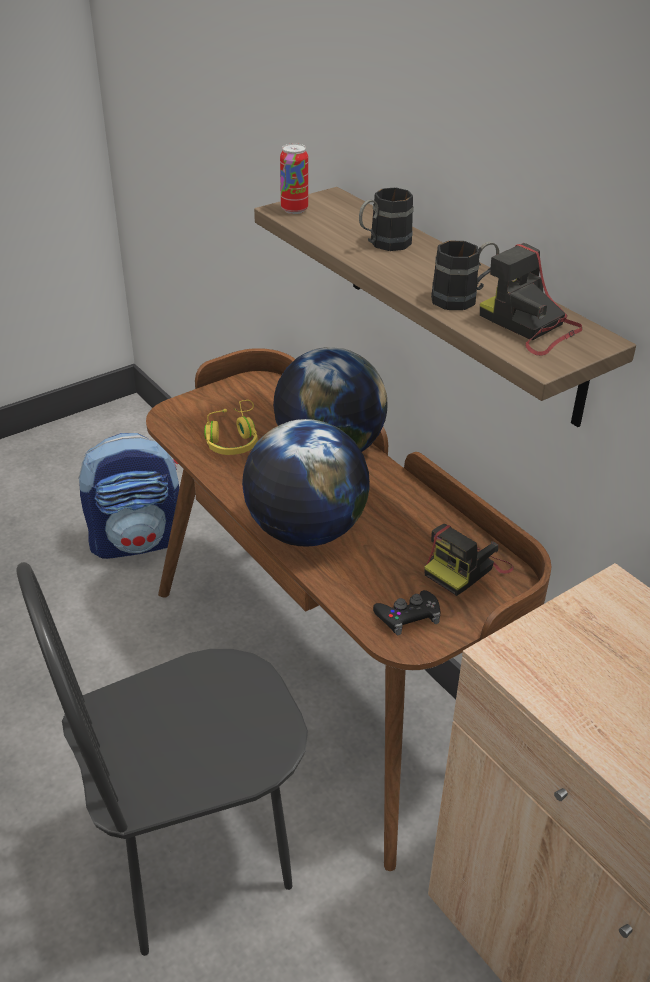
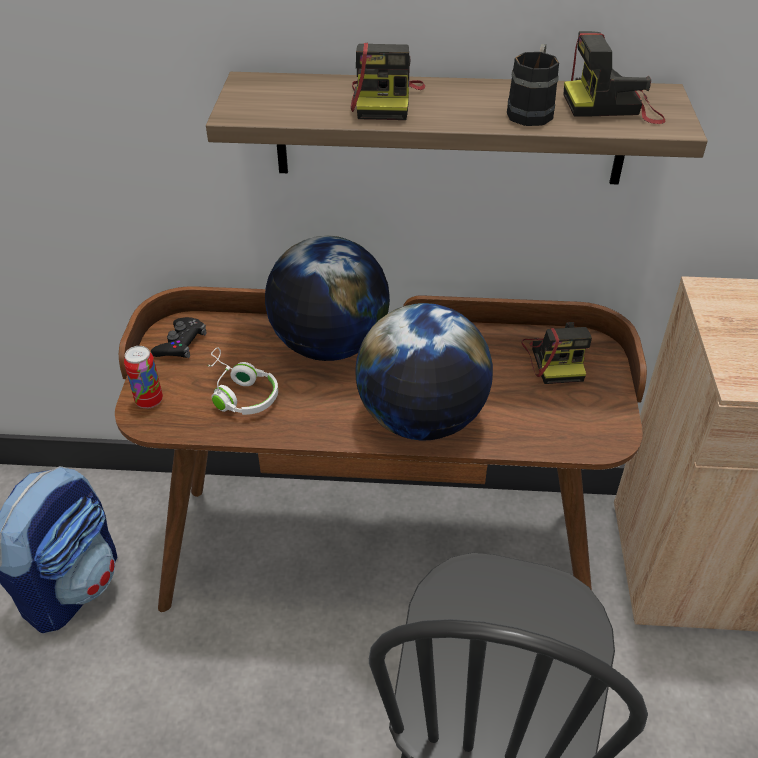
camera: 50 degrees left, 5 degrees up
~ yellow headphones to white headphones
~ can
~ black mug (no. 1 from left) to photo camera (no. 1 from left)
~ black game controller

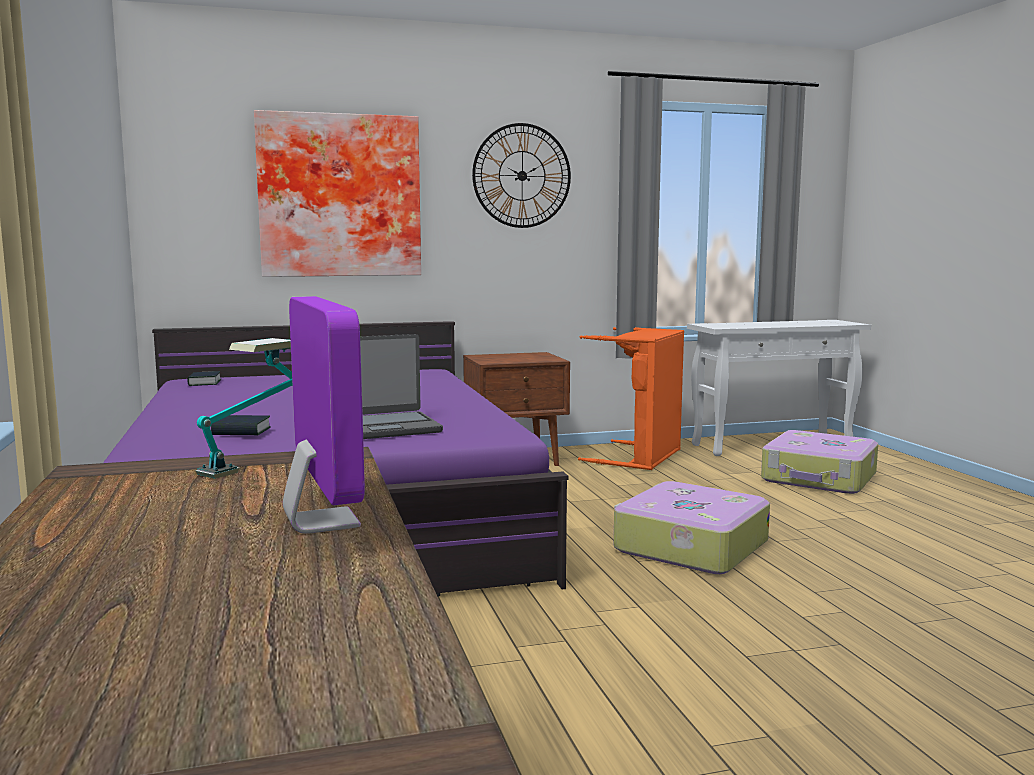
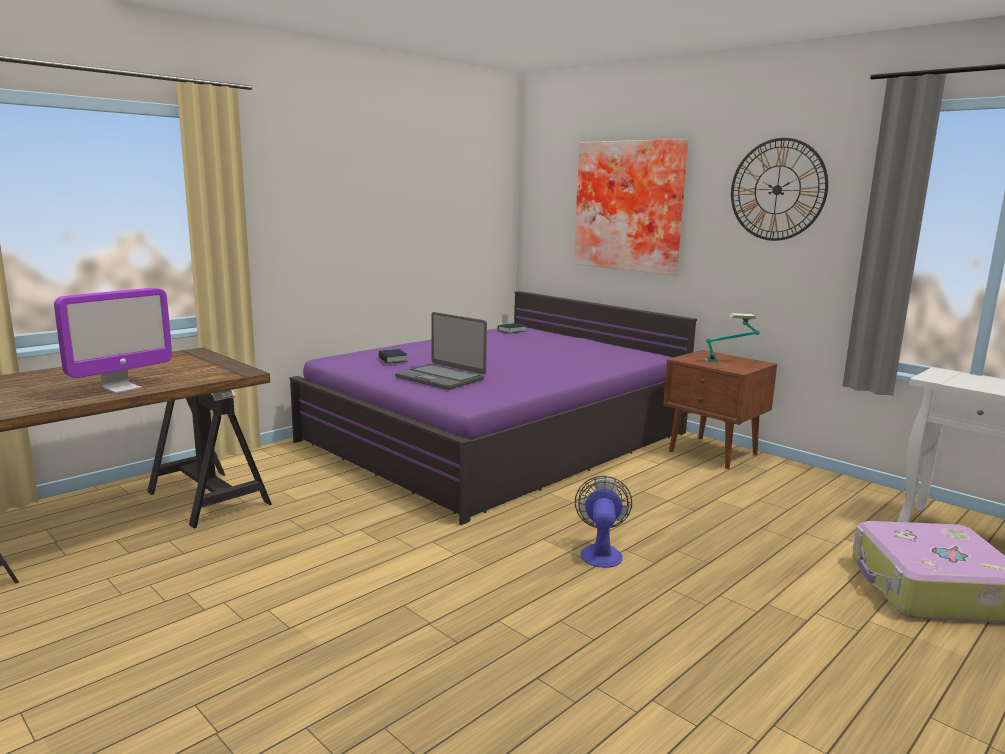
camera: 60 degrees right, 5 degrees up
~ table lamp
- orange laundry basket
~ suitcase (no. 1 from left) to fan

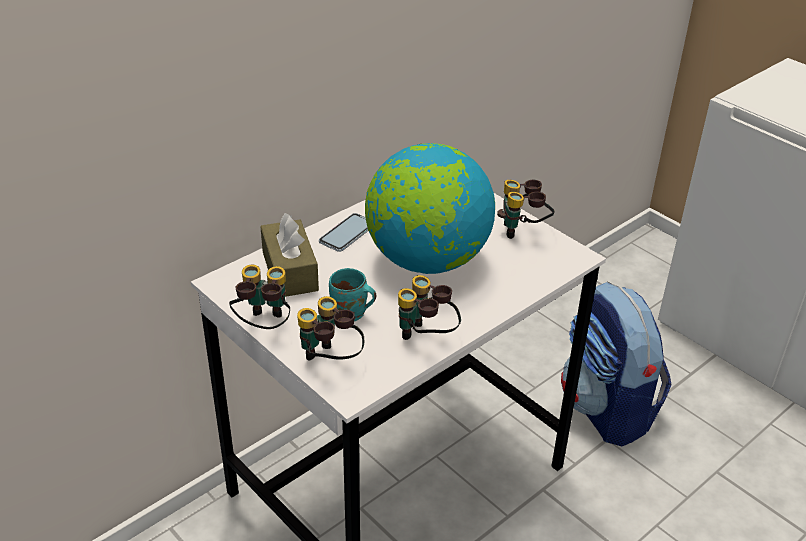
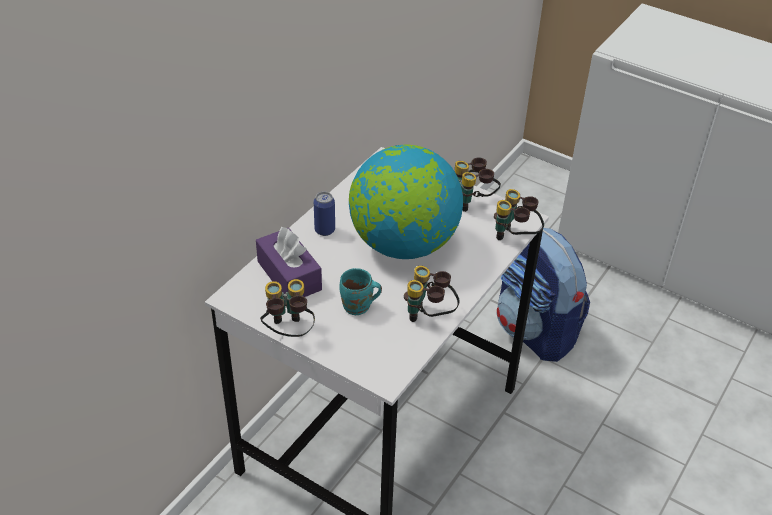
camera: 15 degrees left, 5 degrees up
~ brown tissue box to purple tissue box
~ binoculars (no. 2 from left in the first image) to binoculars (no. 4 from left)
~ phone to can

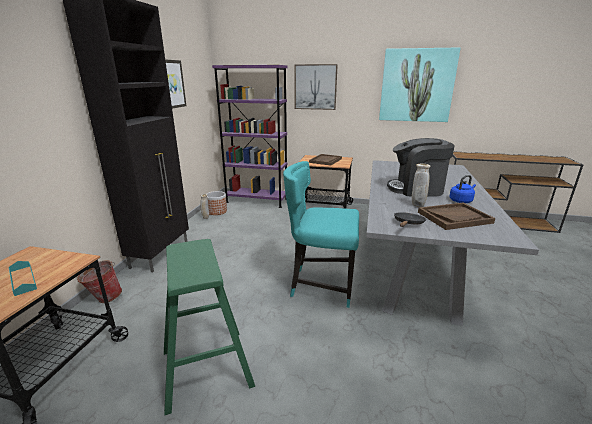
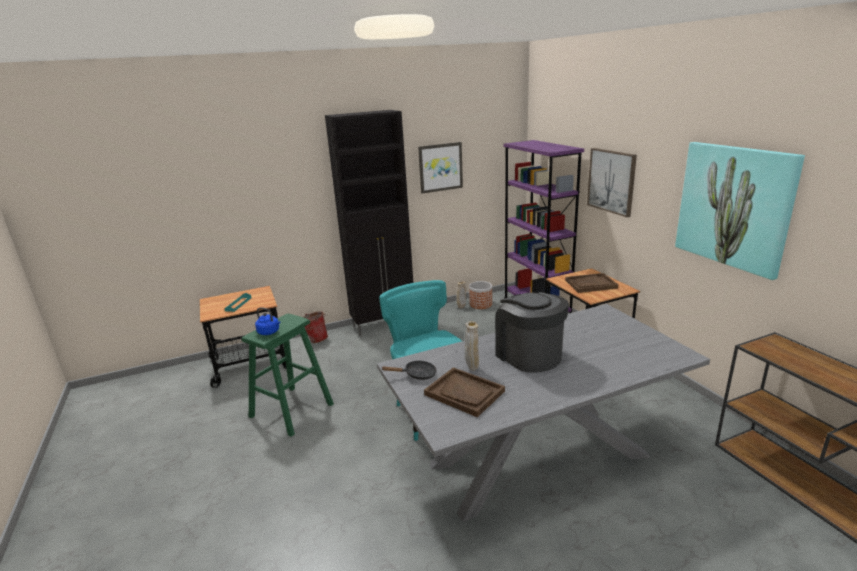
camera: 55 degrees right, 0 degrees up
~ blue kettle

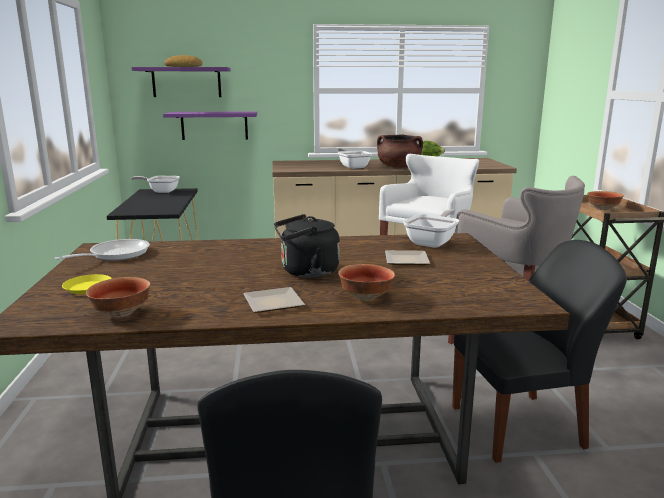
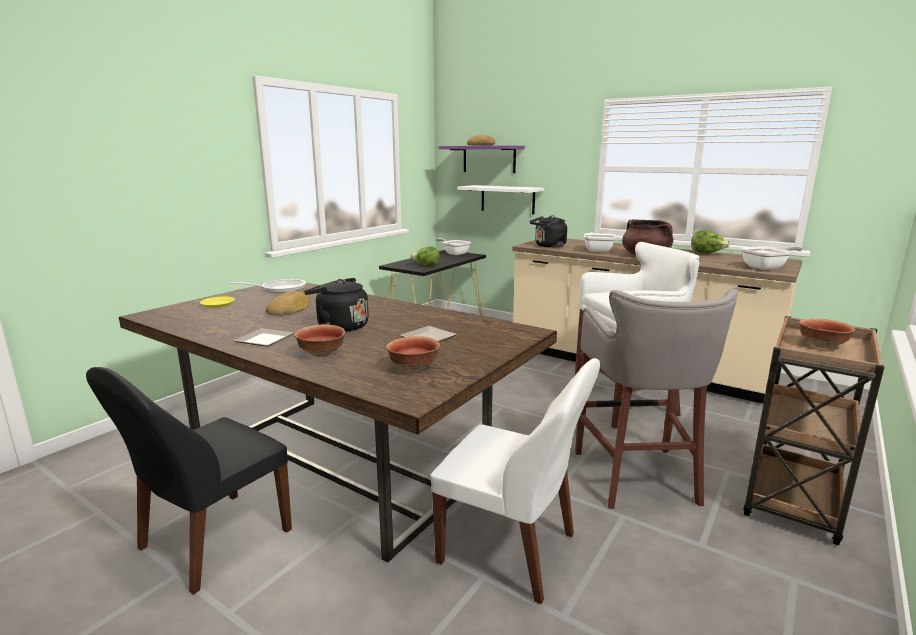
camera: 40 degrees right, 0 degrees up
~ bowl (no. 1 from left in the first image) to bowl (no. 2 from left)
~ purple shelf (no. 2 from left) to white shelf
~ frying pan (no. 4 from left)
~ black chair (no. 2 from left) to white chair
+ bread (no. 1 from left)
+ lettuce (no. 1 from left)
+ black kettle (no. 2 from left)

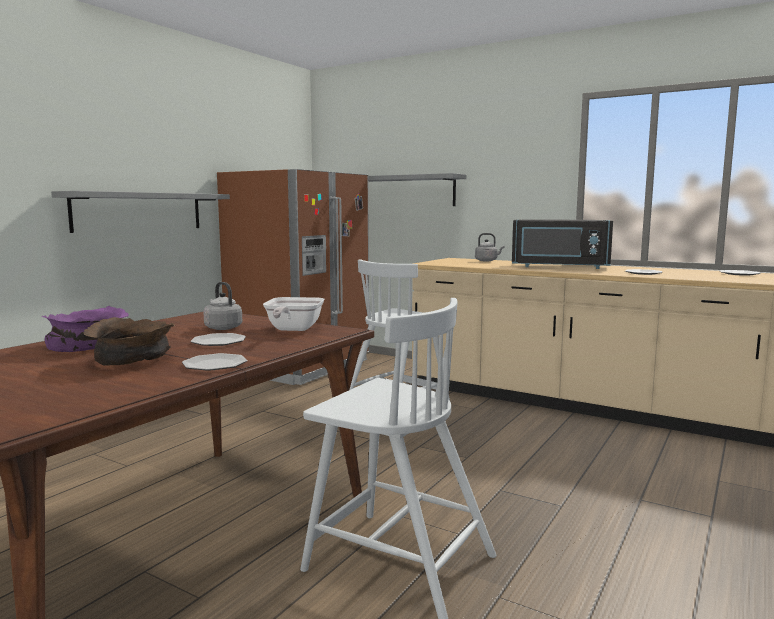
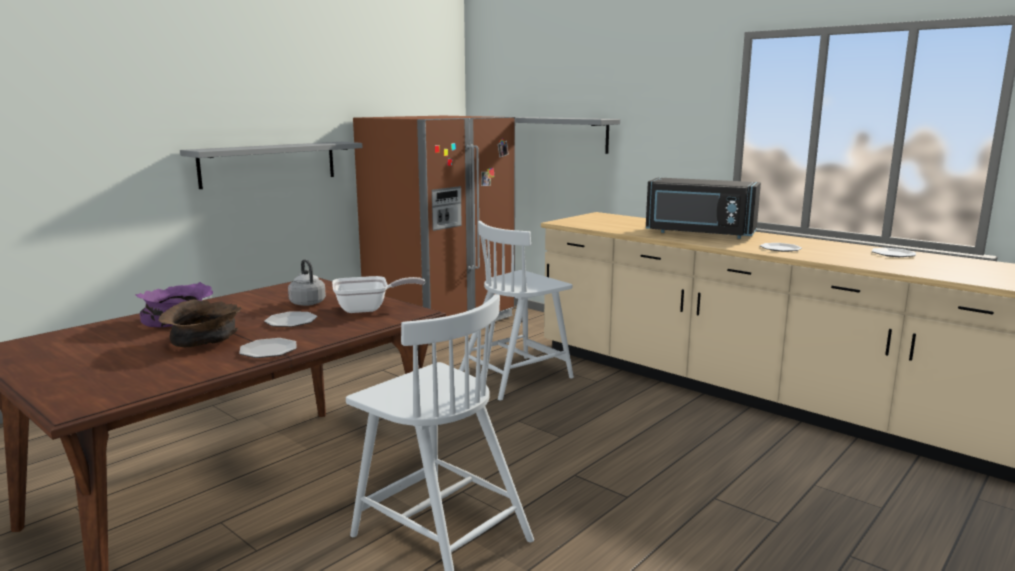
camera: 10 degrees right, 5 degrees up
~ frying pan 120 degrees counterclockwise
- grey kettle (no. 2 from left)

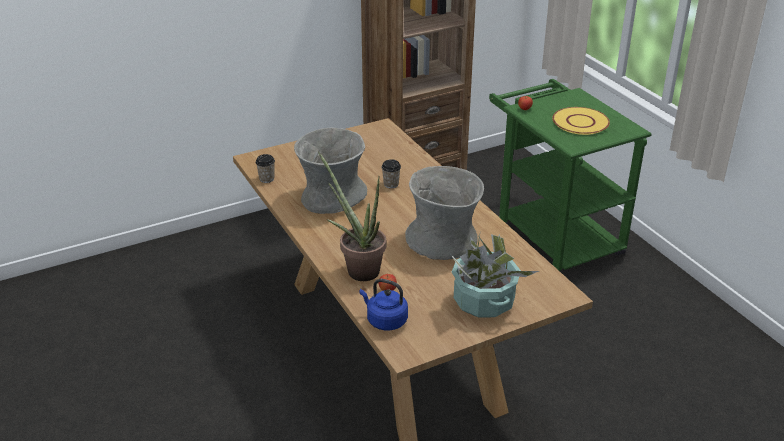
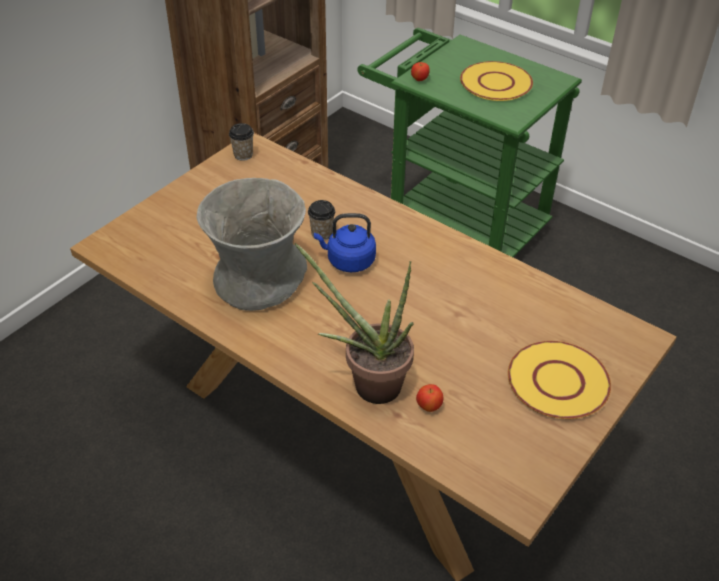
camera: 25 degrees left, 10 degrees up
~ cup (no. 1 from left)
~ blue kettle
- grey vase (no. 2 from left)
~ potted plant (no. 2 from left) to yellow plate (no. 2 from left)

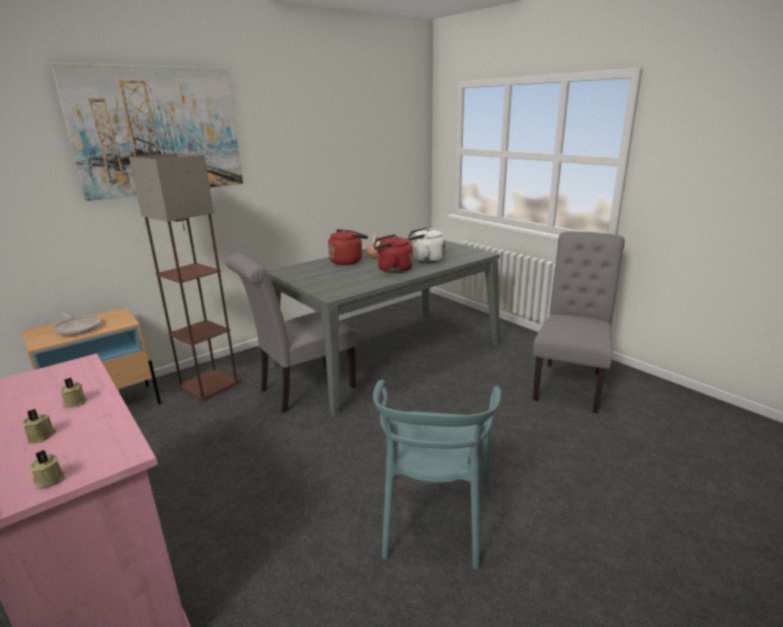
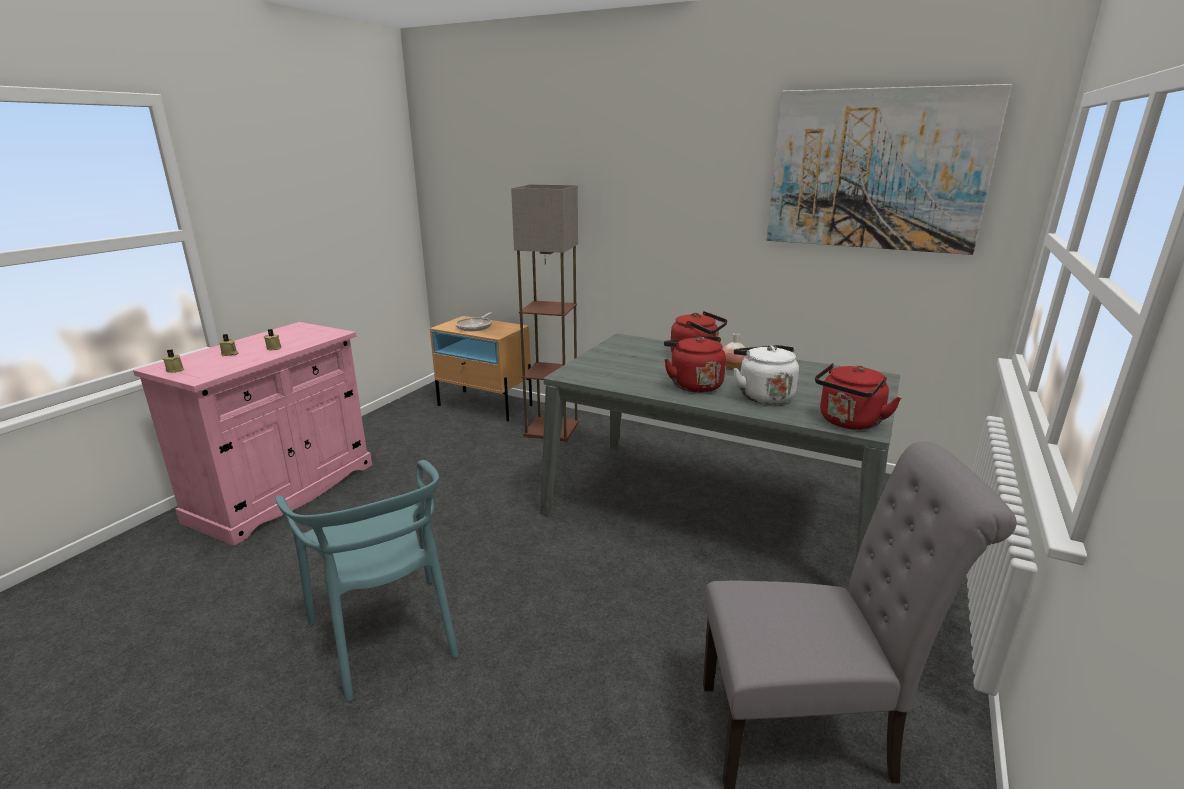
camera: 65 degrees right, 0 degrees up
~ picture
- grey chair (no. 1 from left)
~ turquoise chair 105 degrees counterclockwise
+ red kettle (no. 3 from left)

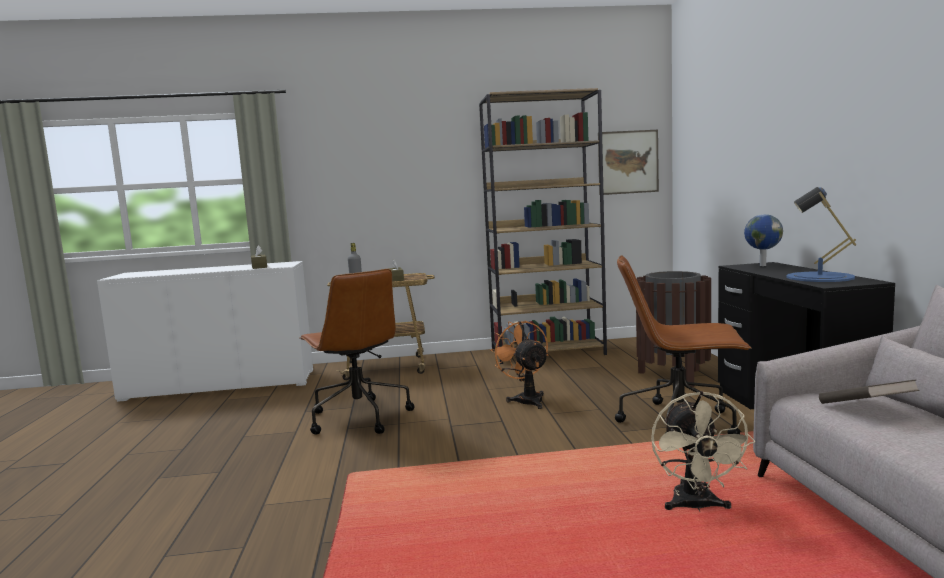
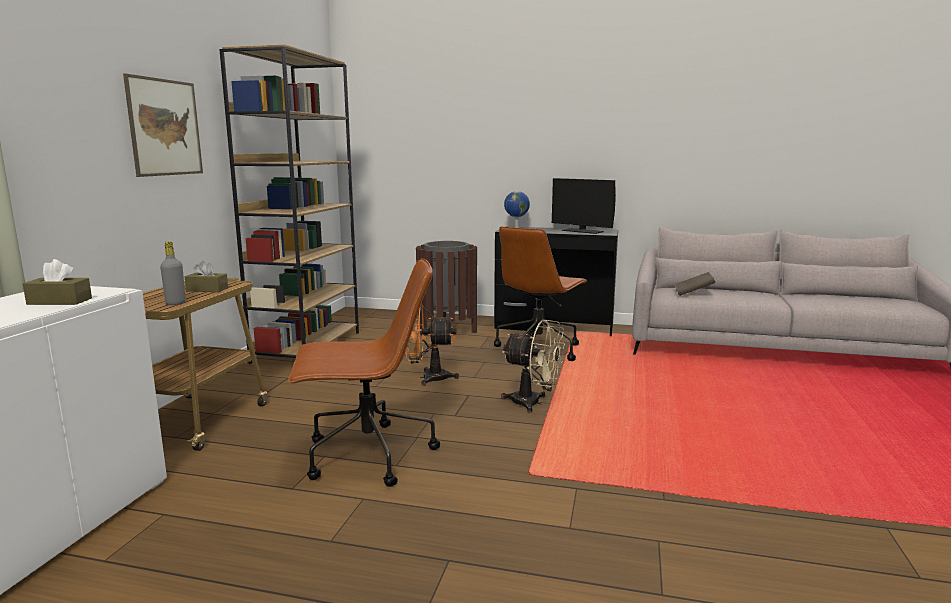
camera: 70 degrees left, 5 degrees up
~ picture
~ beige fan
~ blue table lamp to monitor

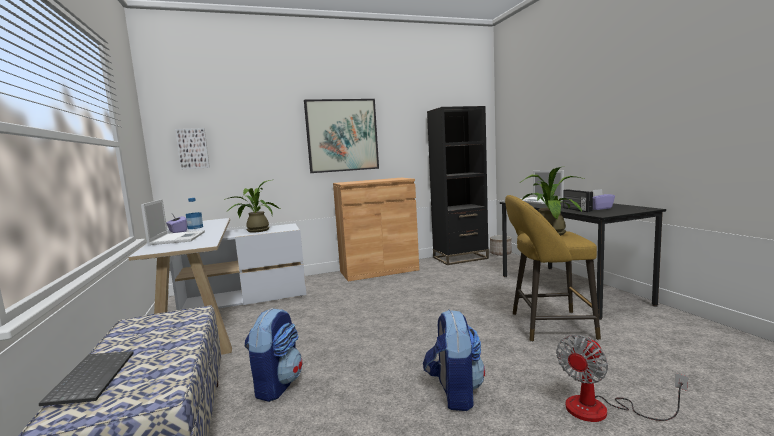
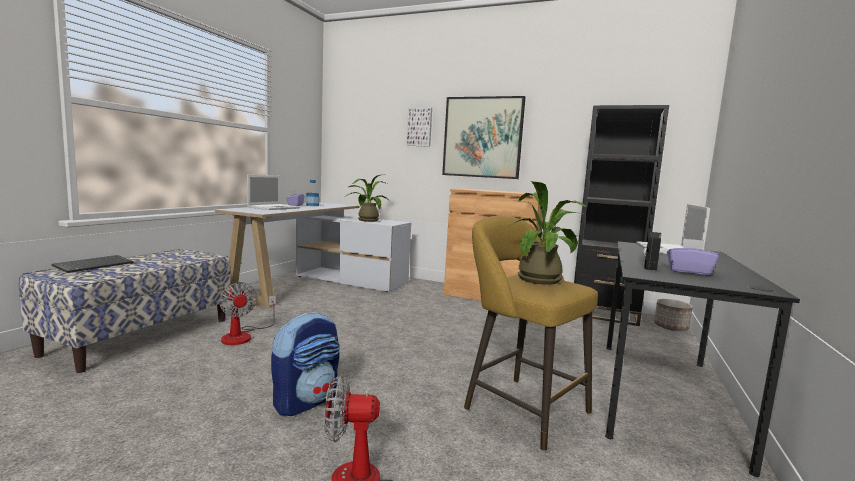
camera: 40 degrees right, 0 degrees up
~ picture (no. 1 from left)
~ backpack (no. 1 from left) to fan (no. 1 from left)

